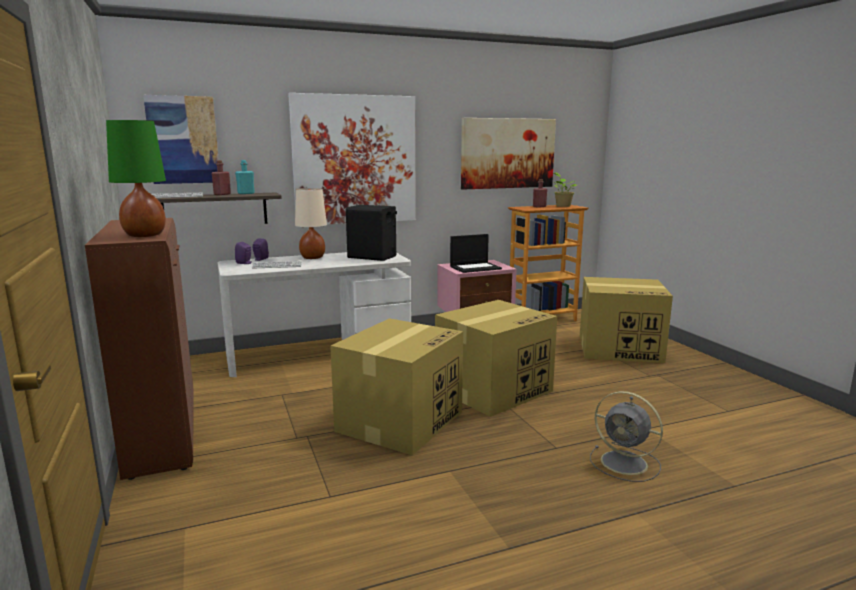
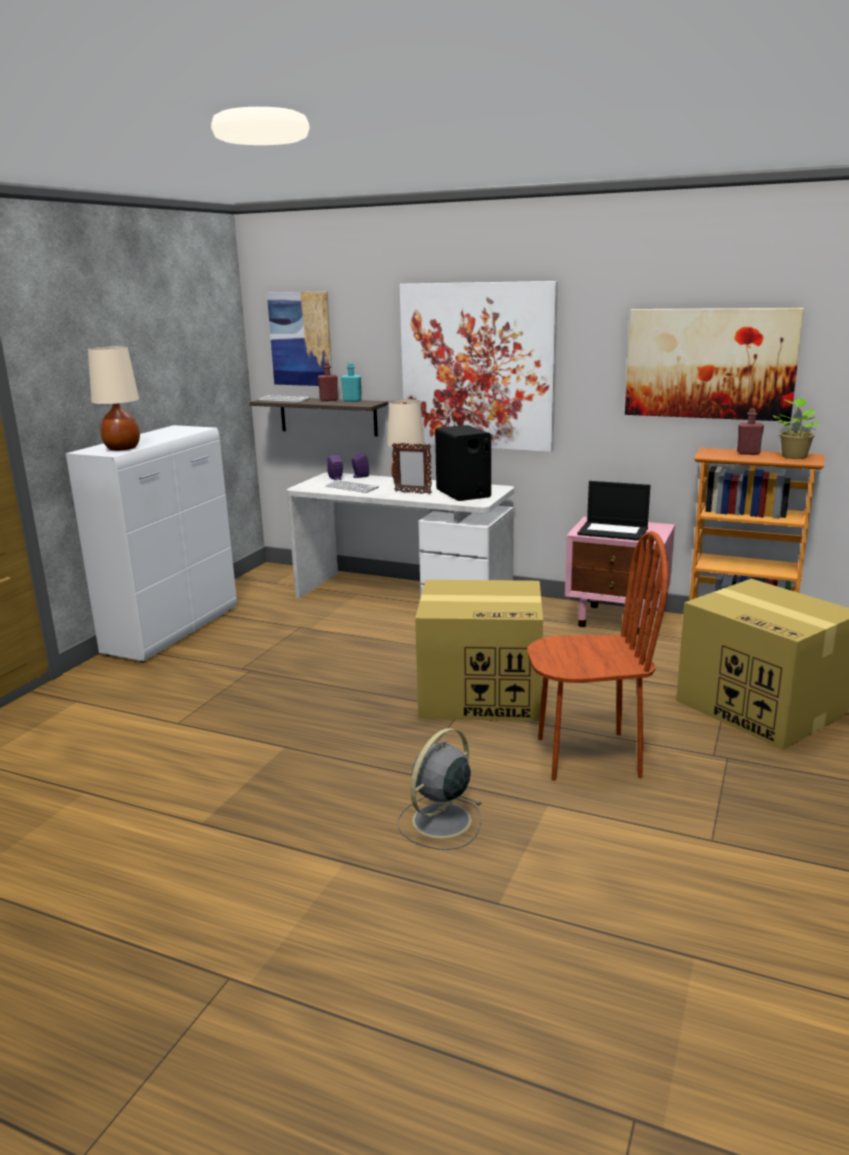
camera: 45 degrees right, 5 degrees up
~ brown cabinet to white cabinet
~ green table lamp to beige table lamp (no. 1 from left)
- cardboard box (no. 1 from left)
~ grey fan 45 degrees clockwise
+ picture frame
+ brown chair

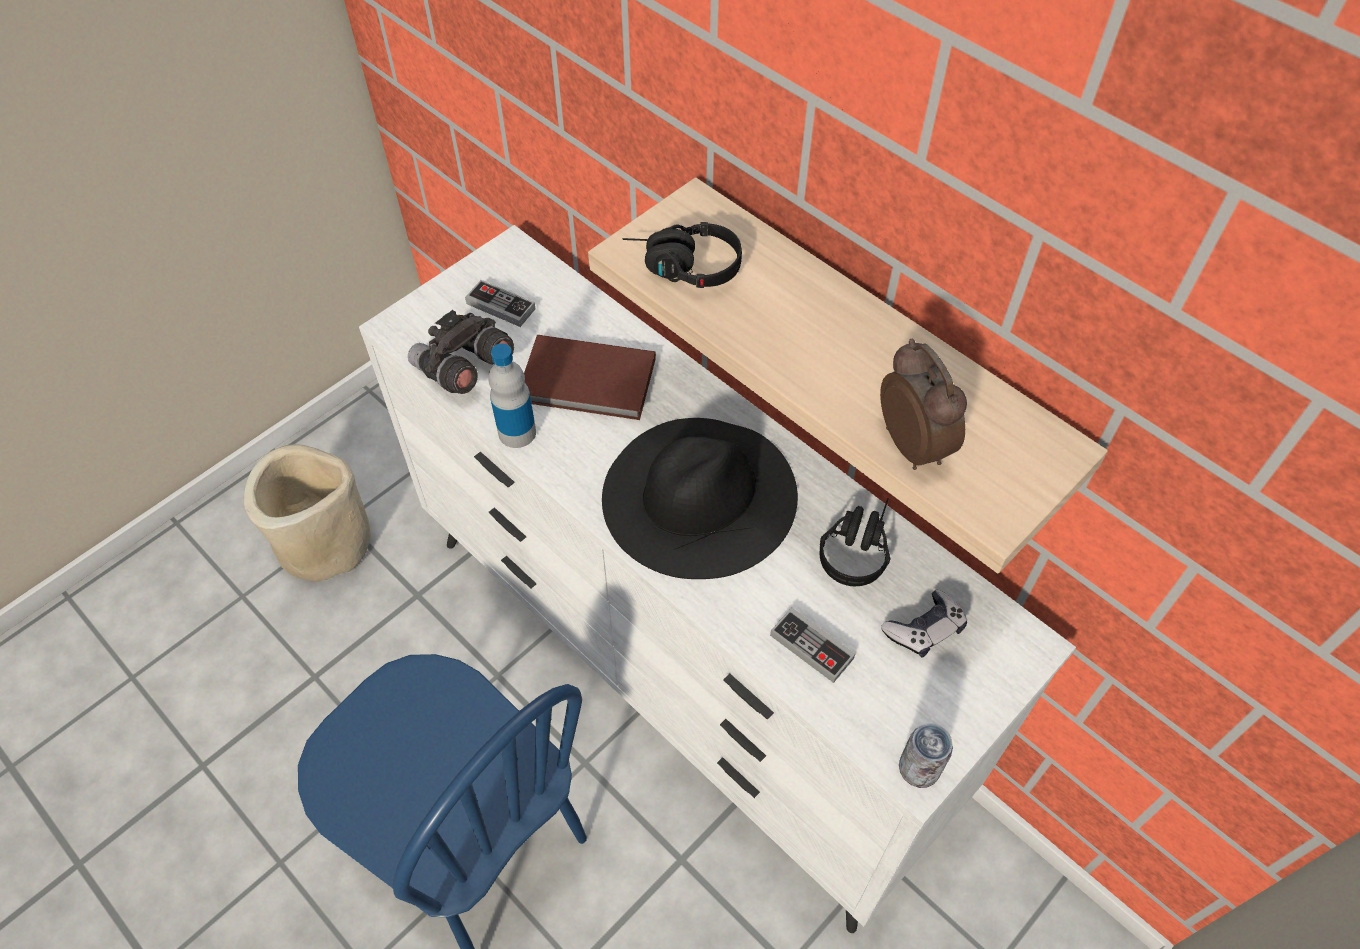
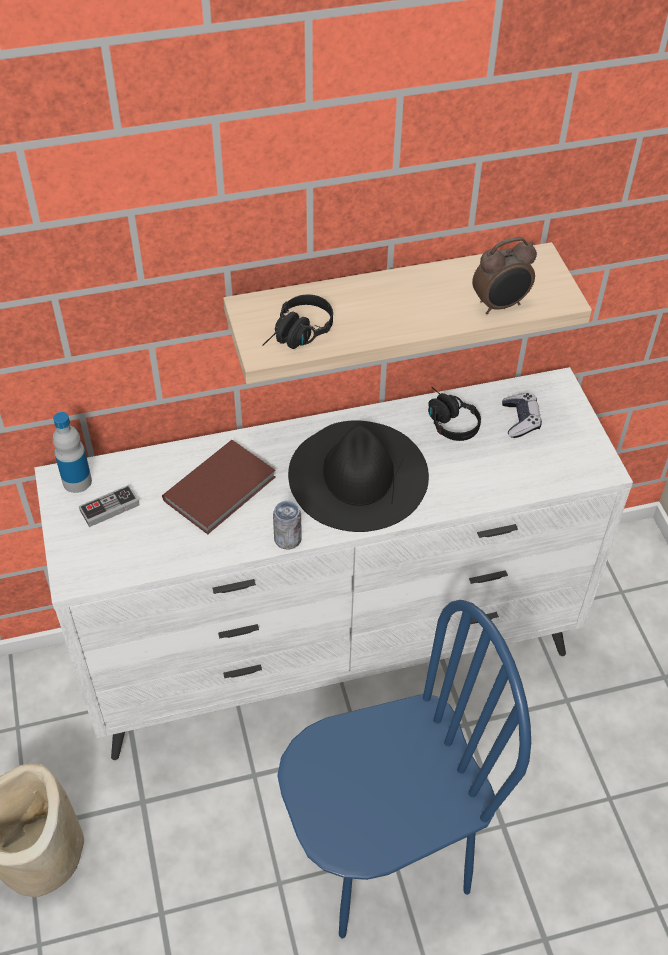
camera: 60 degrees left, 5 degrees down
- grey binoculars
~ bottle
- game controller (no. 2 from left)
~ alarm clock 150 degrees clockwise
~ can

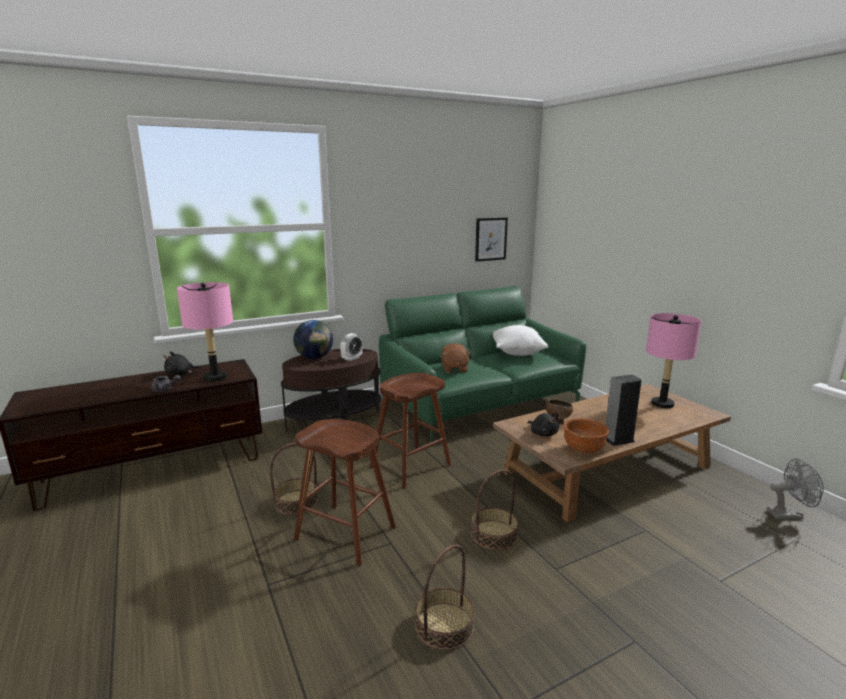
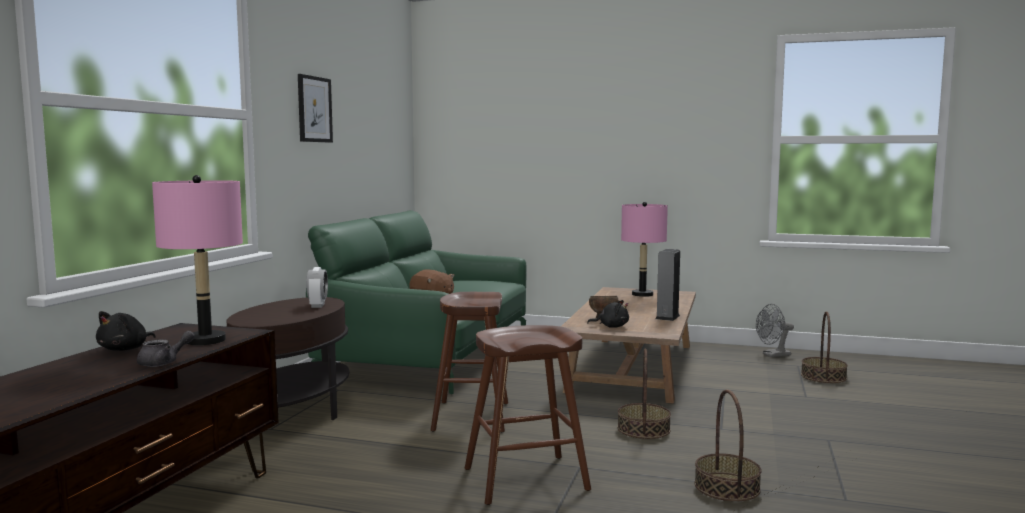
camera: 45 degrees left, 10 degrees down
~ basket (no. 1 from left in the first image) to basket (no. 3 from left)
- globe
~ picture
- white pillow
- brown bowl (no. 2 from left)
~ grey fan 150 degrees counterclockwise

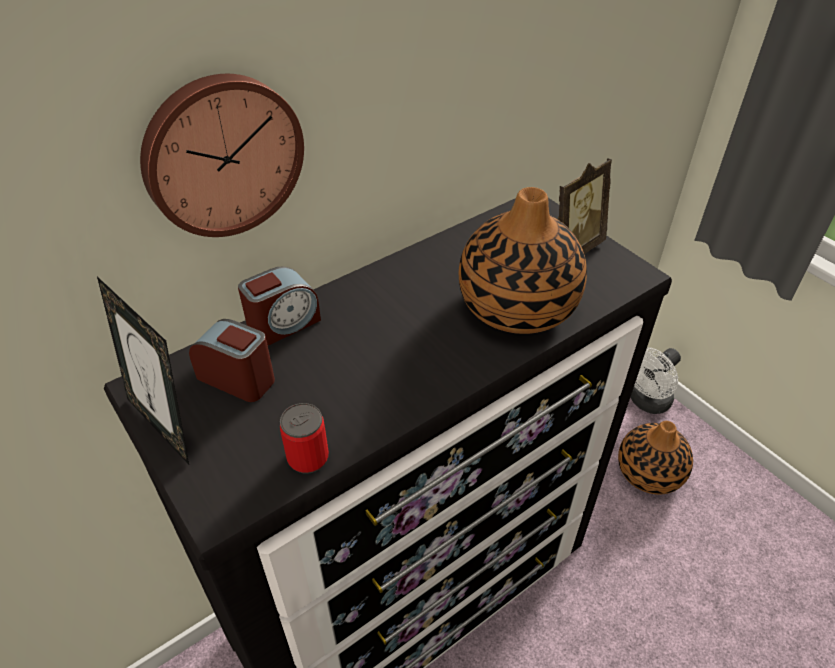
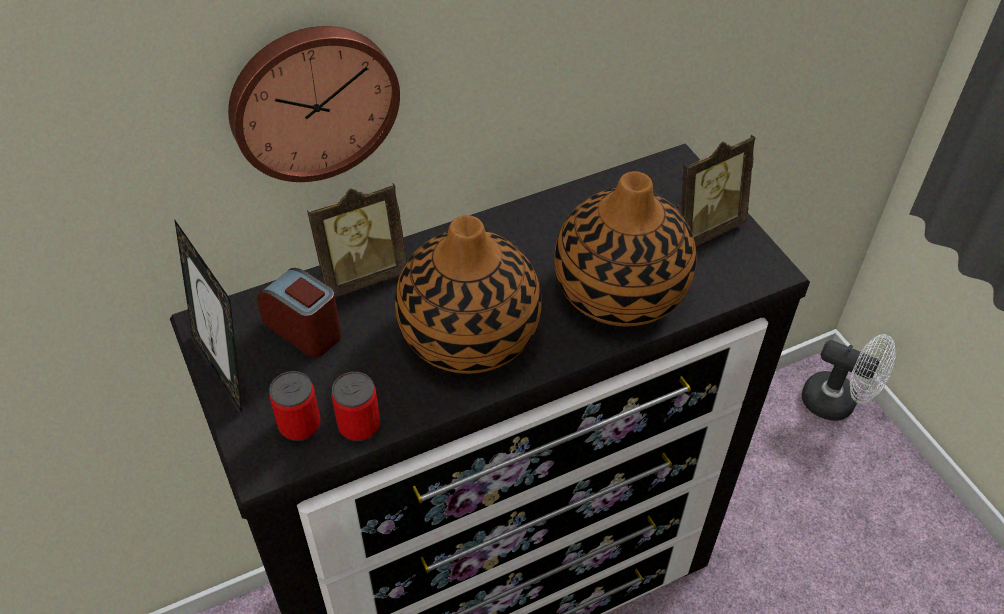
camera: 10 degrees right, 5 degrees up
~ alarm clock (no. 2 from left) to picture frame (no. 2 from left)
~ vase (no. 2 from left in the first image) to vase (no. 1 from left)
~ white fan 120 degrees counterclockwise
+ can (no. 1 from left)

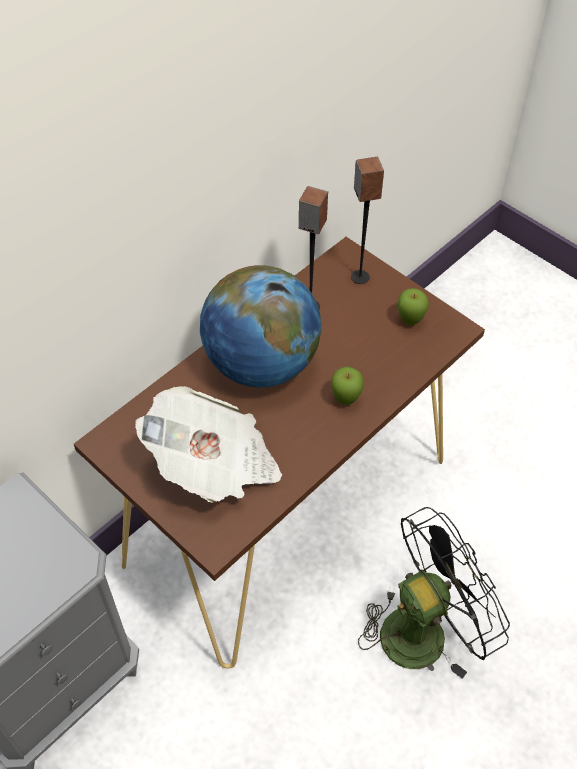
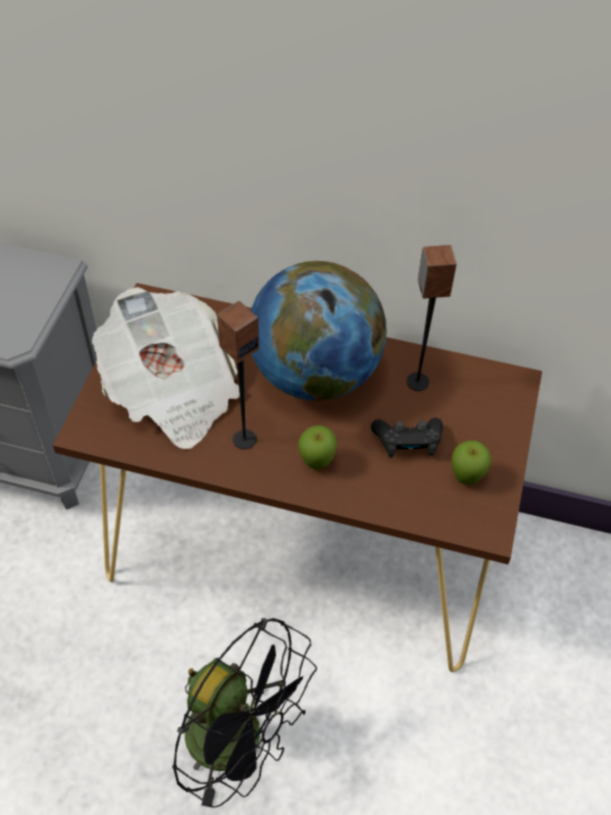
camera: 60 degrees right, 0 degrees up
~ speaker (no. 2 from left in the first image) to speaker (no. 1 from left)
+ black game controller

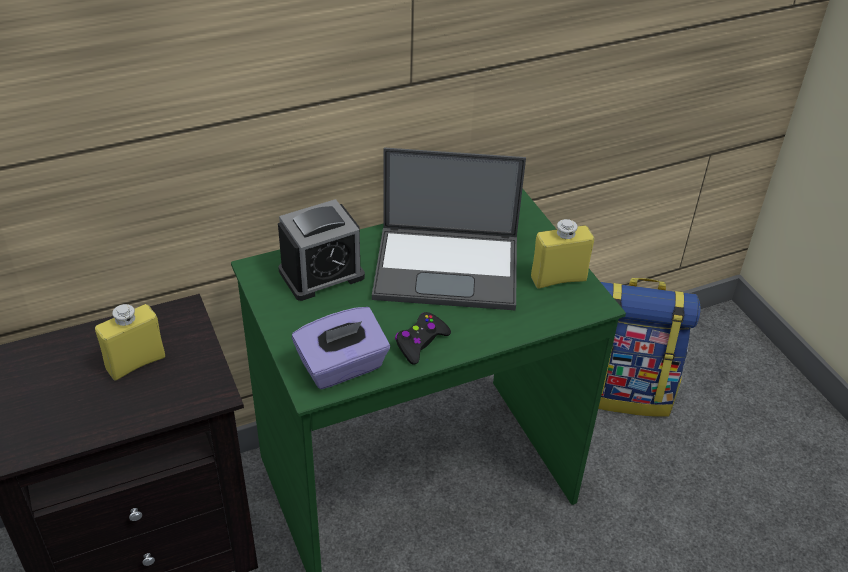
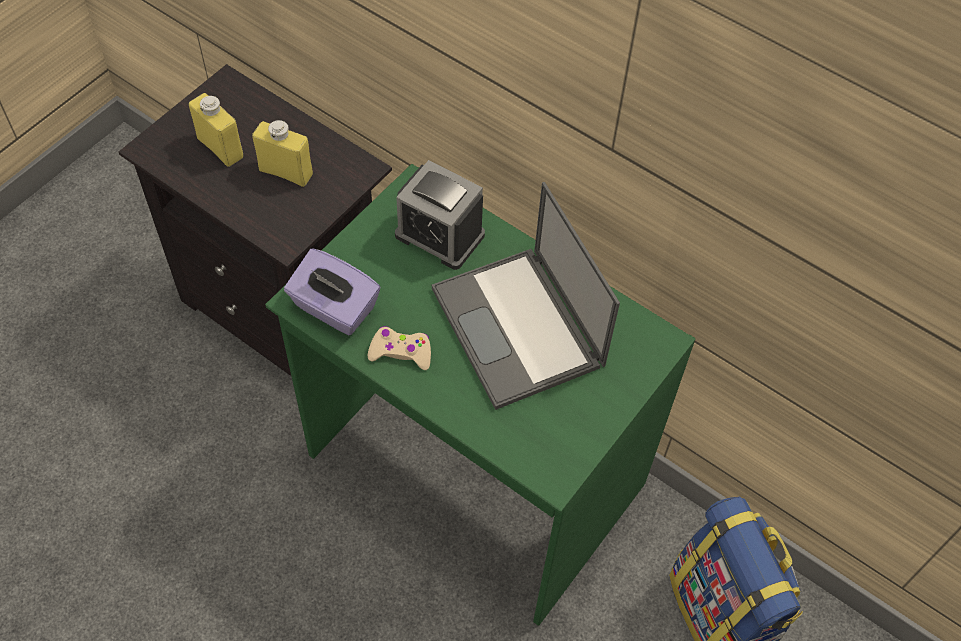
camera: 60 degrees right, 15 degrees up
~ black game controller to beige game controller
~ yellow bottle (no. 2 from left in the first image) to yellow bottle (no. 1 from left)

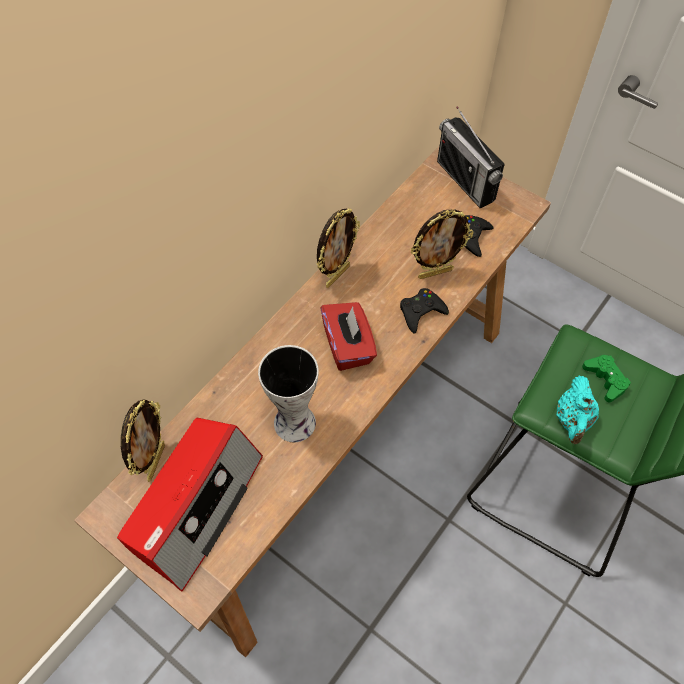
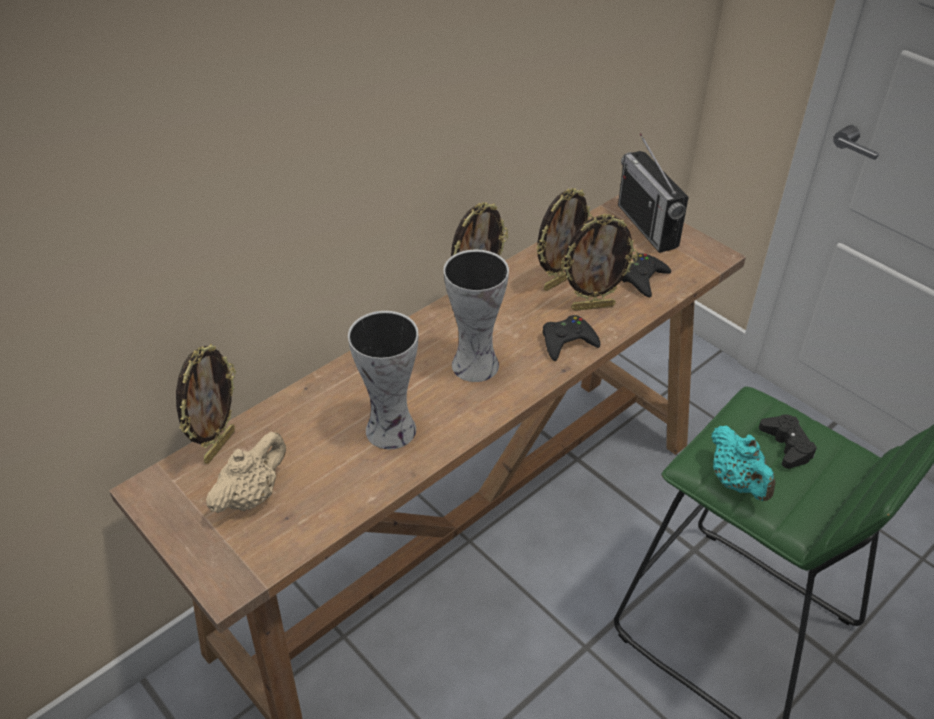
camera: 10 degrees right, 15 degrees down
~ radio (no. 1 from left) to beige teapot
~ red tissue box to vase (no. 2 from left)
~ turquoise teapot 45 degrees counterclockwise
~ green game controller to black game controller (no. 3 from left)
+ picture frame (no. 3 from left)

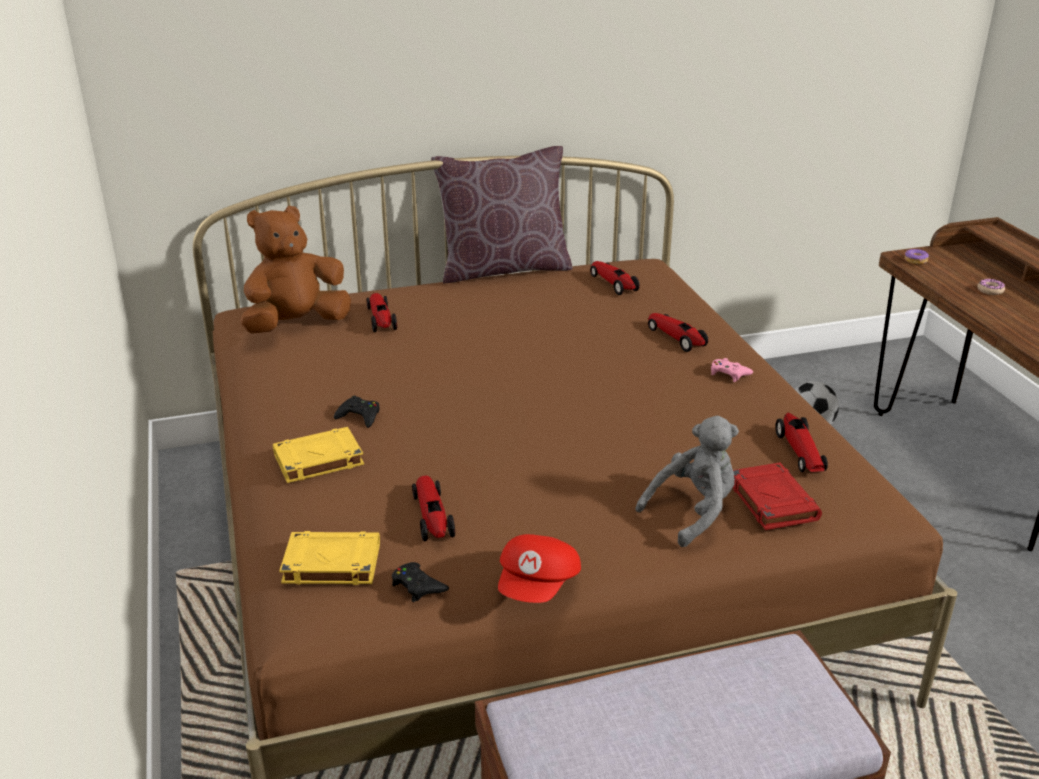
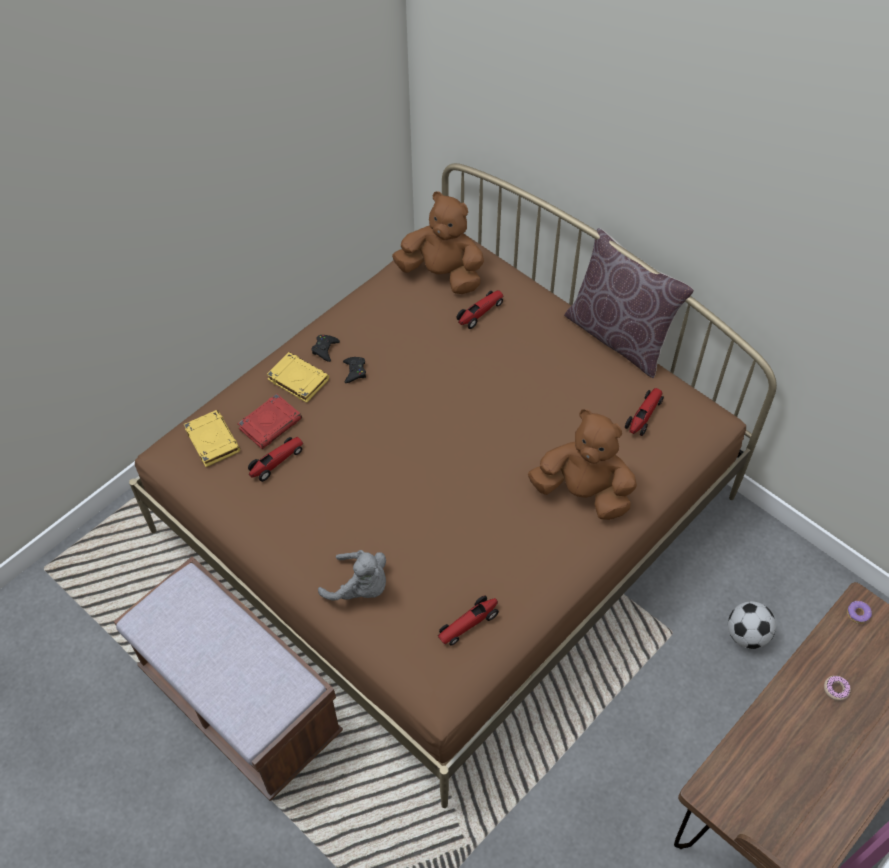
camera: 60 degrees right, 25 degrees up
~ black game controller (no. 2 from left in the first image) to black game controller (no. 1 from left)
- red cap
~ toy car (no. 4 from left) to brown plush toy (no. 2 from left)
- pink game controller
~ red book

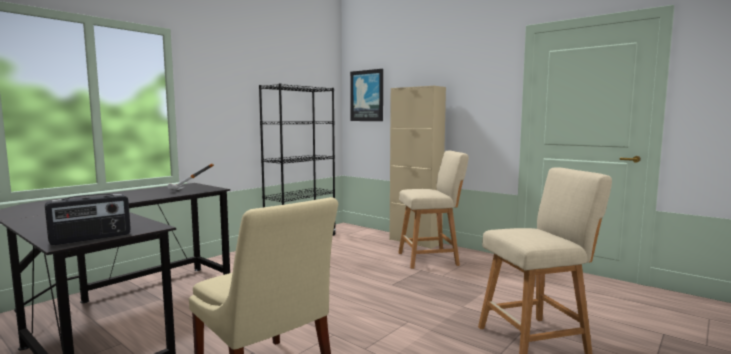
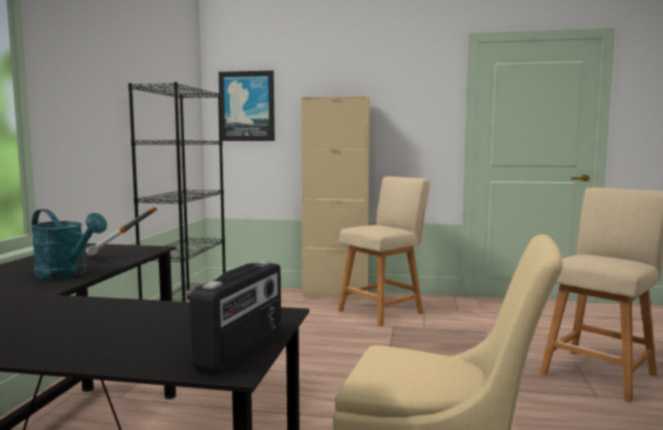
camera: 30 degrees left, 0 degrees up
+ turquoise watering can

